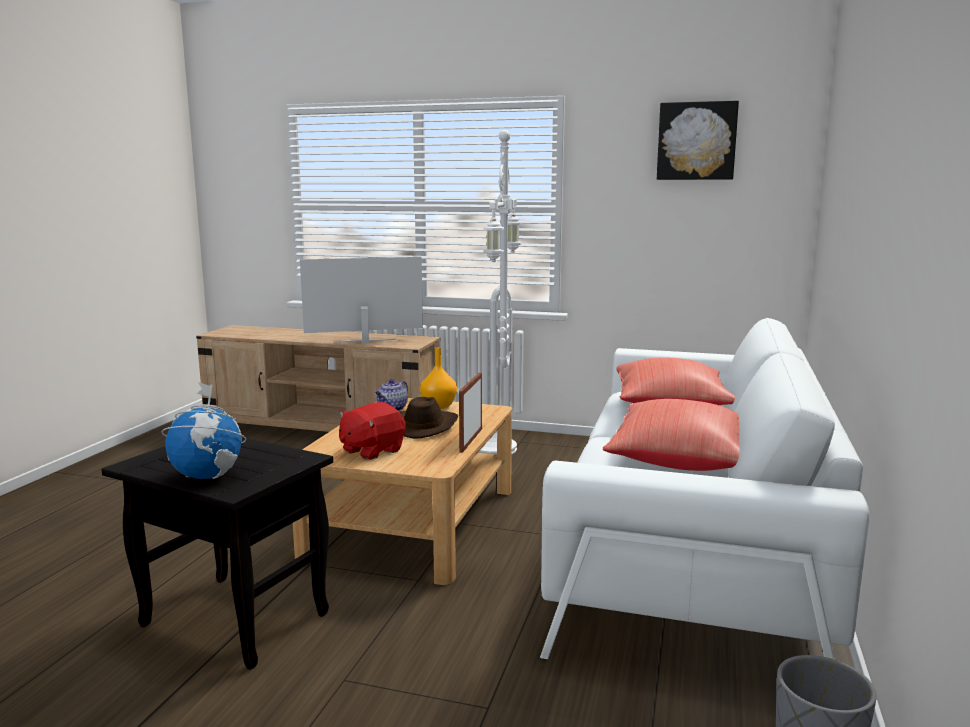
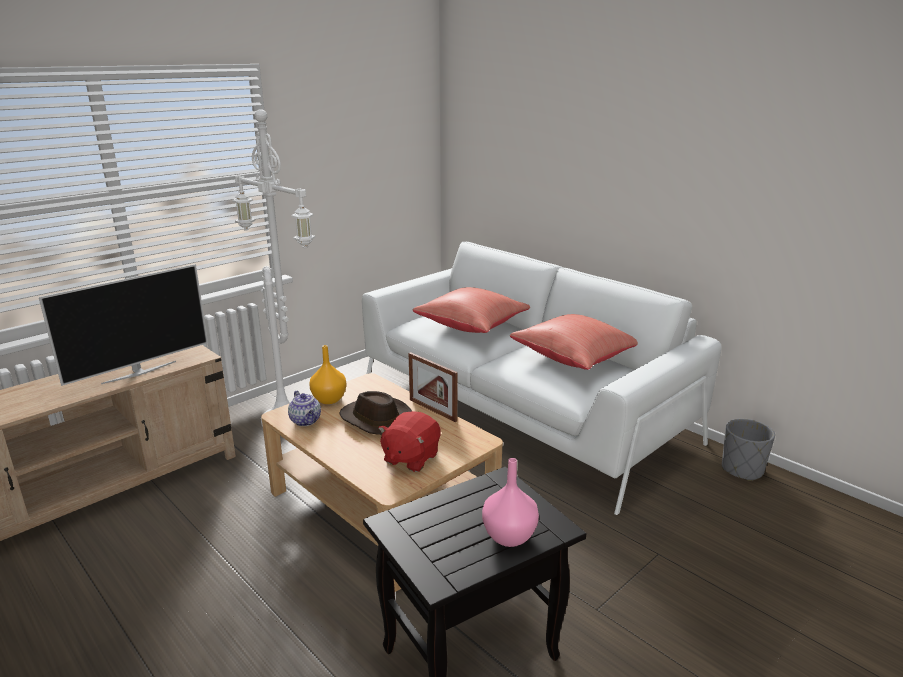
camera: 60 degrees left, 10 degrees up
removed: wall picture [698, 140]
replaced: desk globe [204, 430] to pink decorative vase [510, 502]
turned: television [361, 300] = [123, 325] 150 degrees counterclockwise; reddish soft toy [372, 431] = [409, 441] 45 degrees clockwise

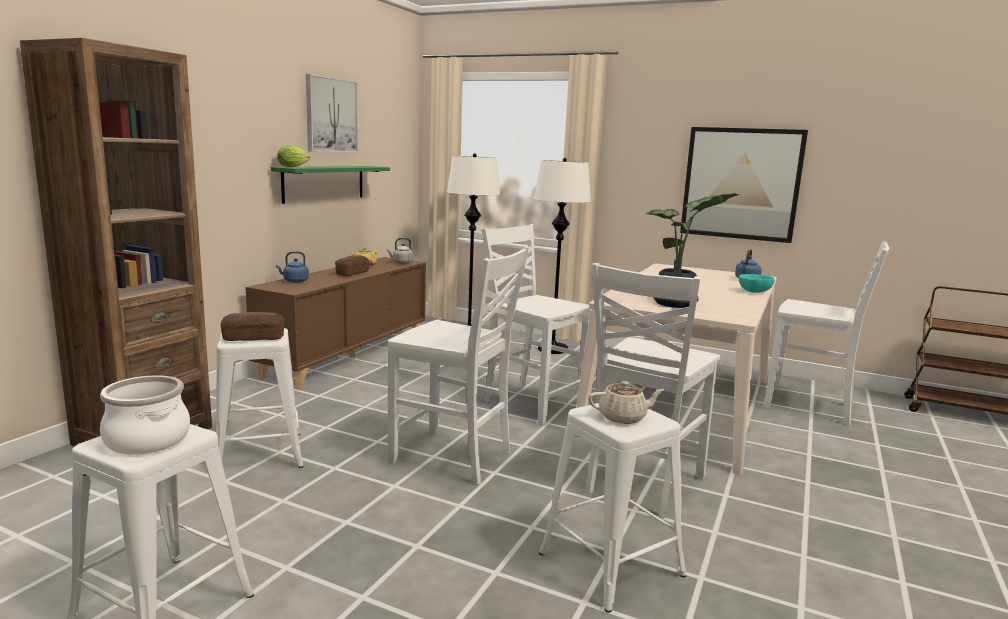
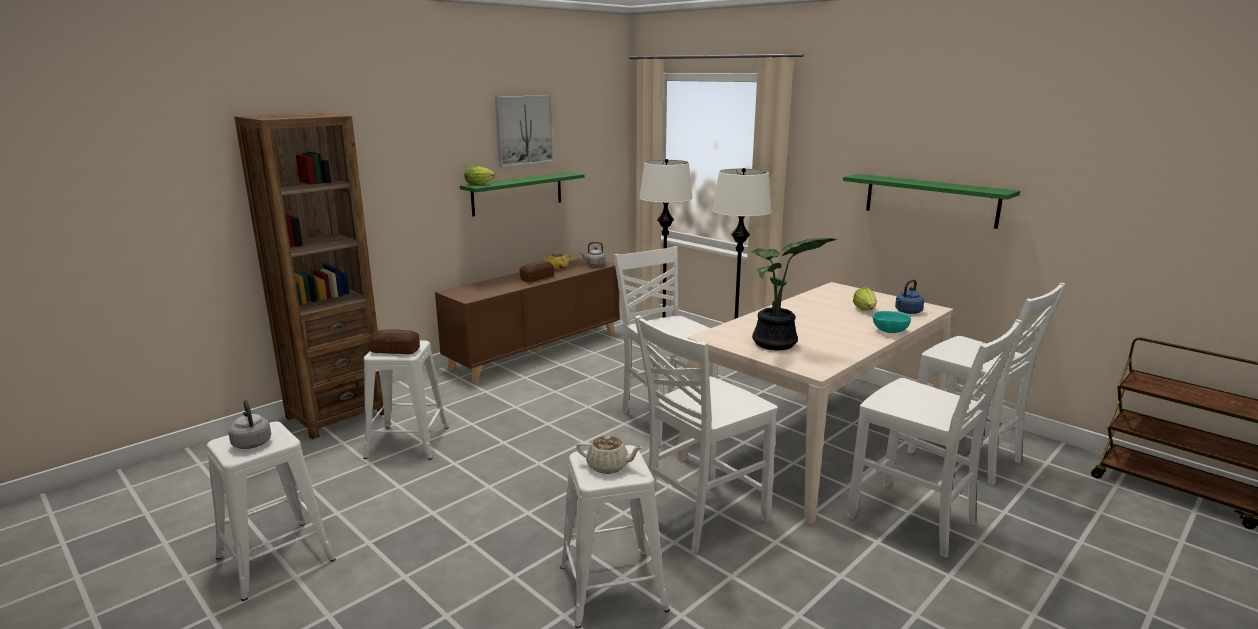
camera: 20 degrees right, 5 degrees up
removed: bluish tea kettle [292, 267]
added: head of lettuce [865, 299]
moved: whitish plain chair [458, 366] to [934, 438]
replaced: wall picture [744, 185] to greenish shelf [931, 201]; stockpot [145, 415] to grey tea kettle [249, 424]

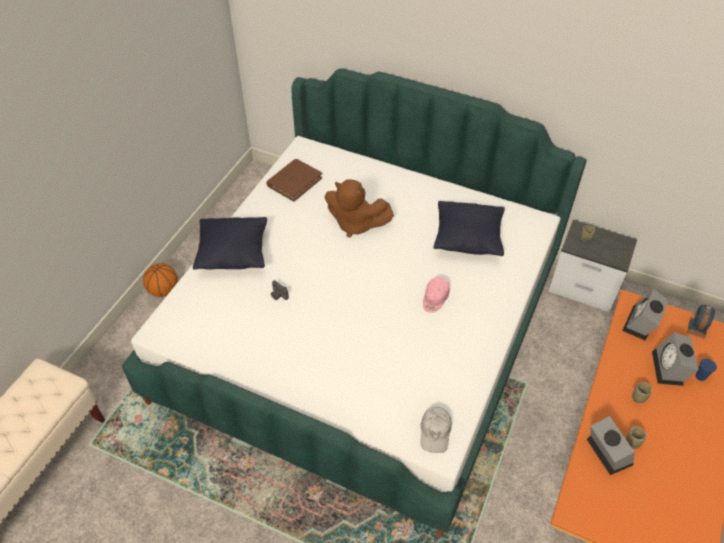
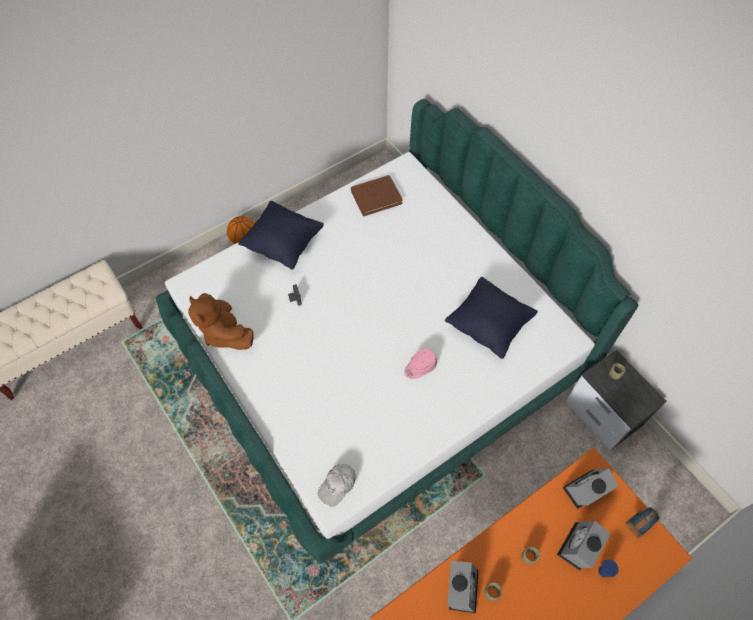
camera: 30 degrees right, 10 degrees up
moved: brownish soft toy [359, 208] to [221, 321]

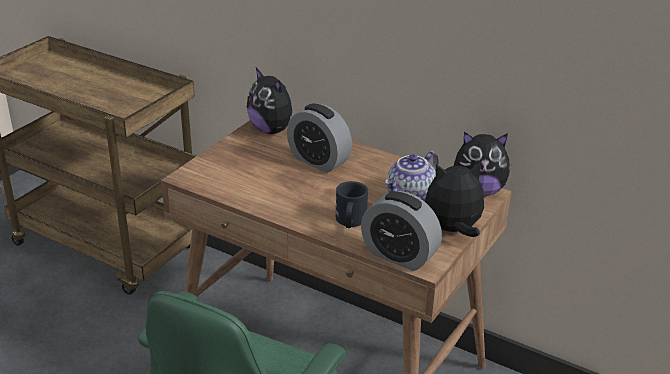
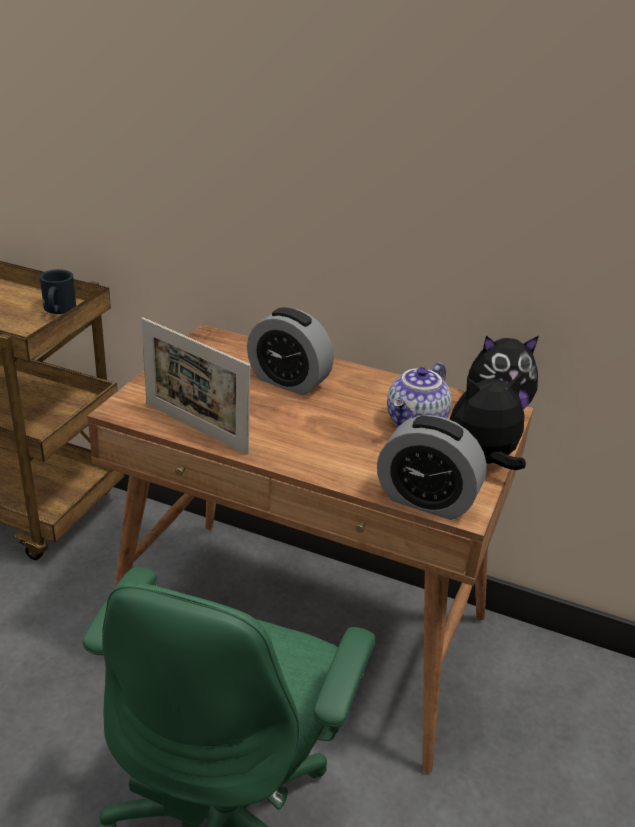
camera: 10 degrees left, 0 degrees up
removed: soft toy [269, 101]
added: picture frame [195, 386]
moved: black-coloured mug [352, 204] to [58, 291]

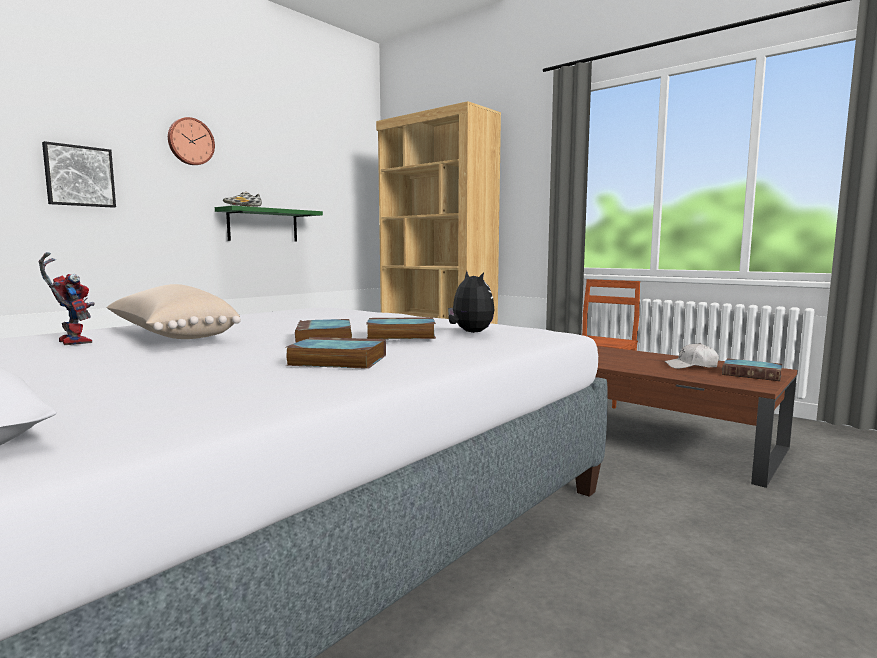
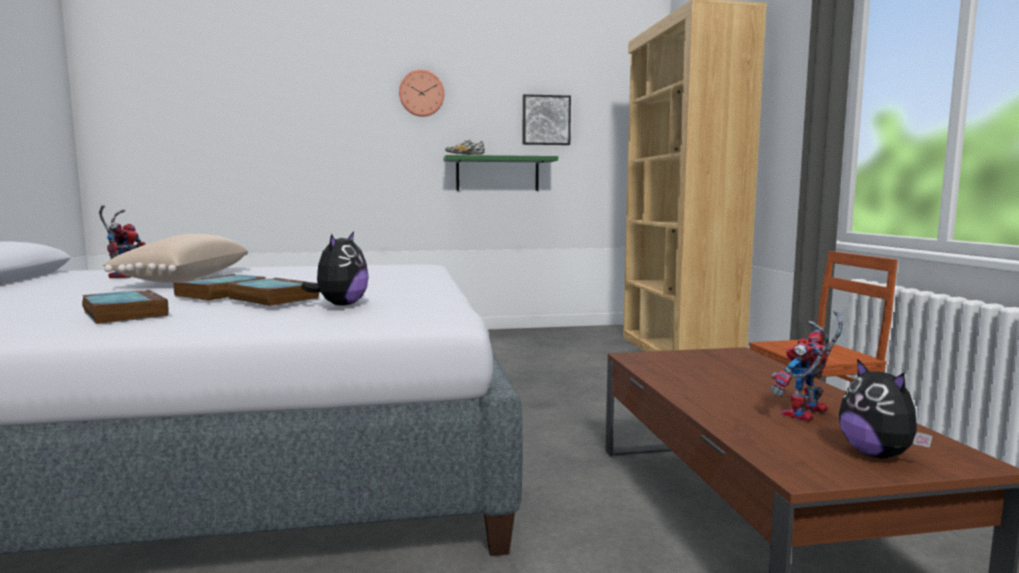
camera: 40 degrees right, 0 degrees up
moved: wall picture [79, 174] to [547, 119]
replaced: whitish cap [692, 356] to toy robot [807, 366]; bound book [752, 369] to soft toy [886, 408]

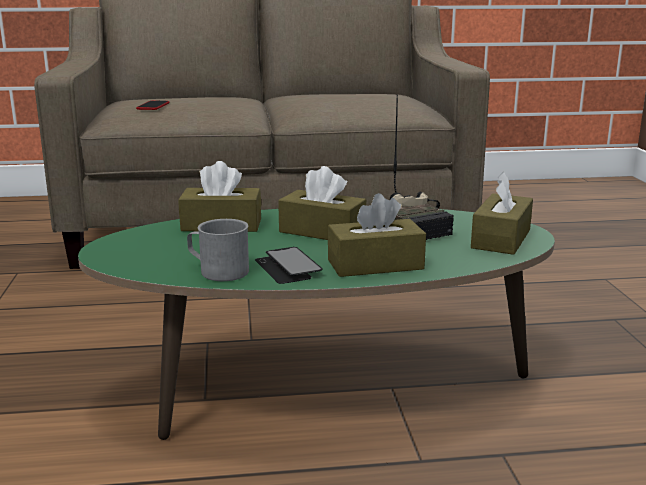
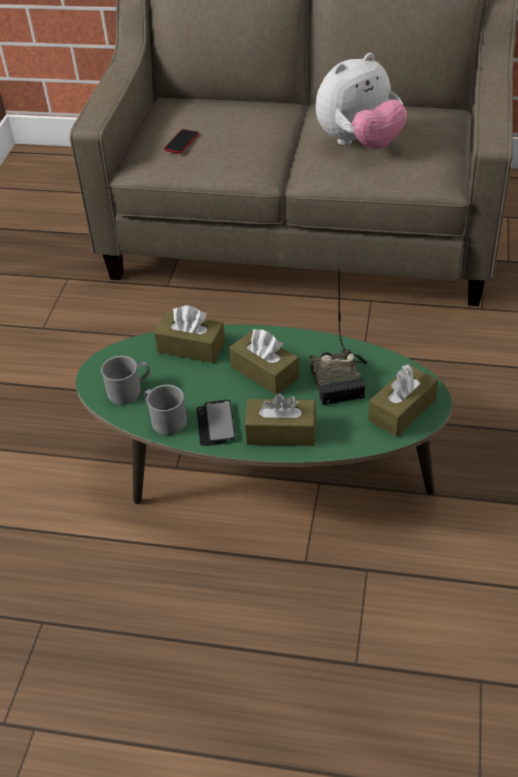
camera: 20 degrees right, 25 degrees up
added: soft toy [361, 101]; grey mug [125, 380]

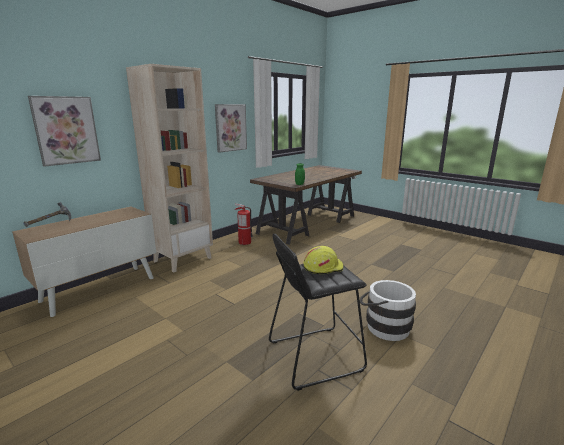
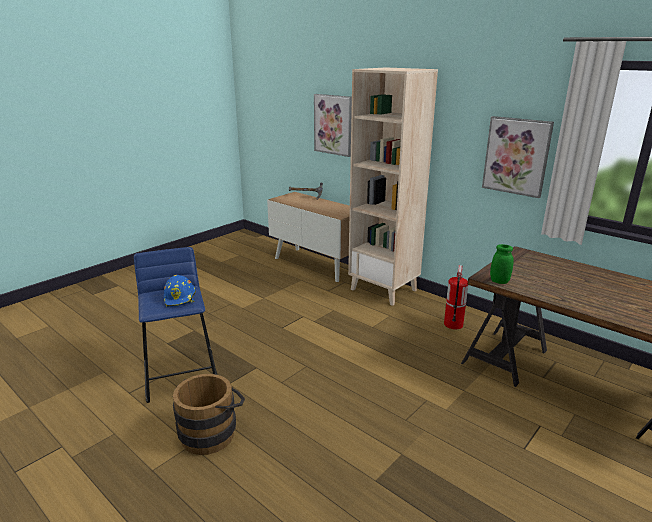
camera: 90 degrees right, 5 degrees up
recoloured: black-coloured stool seat [318, 312] to bluish stool seat [176, 325]; yellow-coloured hard hat [323, 260] to bluish hard hat [180, 291]; whitish water bucket [388, 310] to brownish water bucket [209, 414]

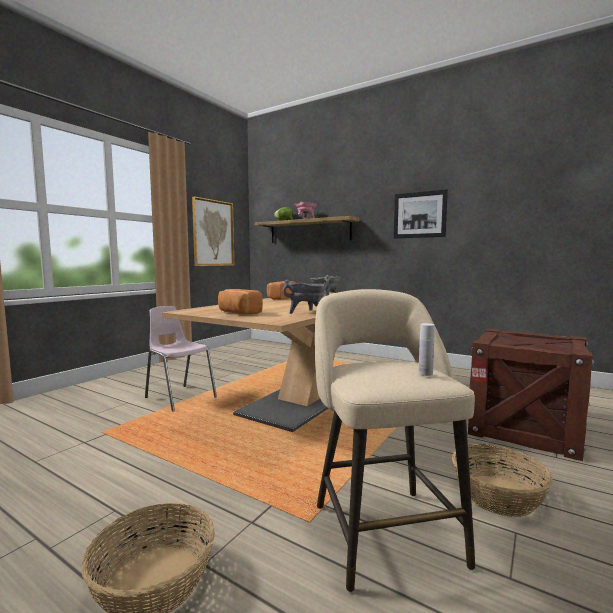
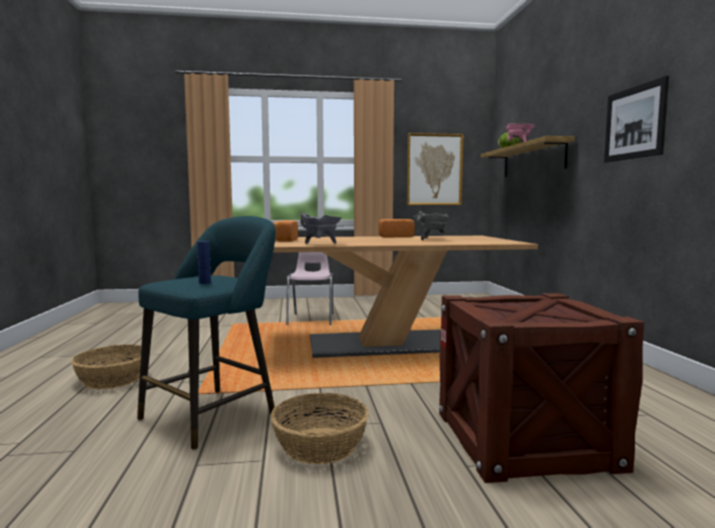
camera: 50 degrees right, 0 degrees up
recoloured: sand-coloured stool seat [395, 441] to turquoise-coloured stool seat [206, 333]; whitish drink bottle [427, 349] to bluish drink bottle [204, 262]

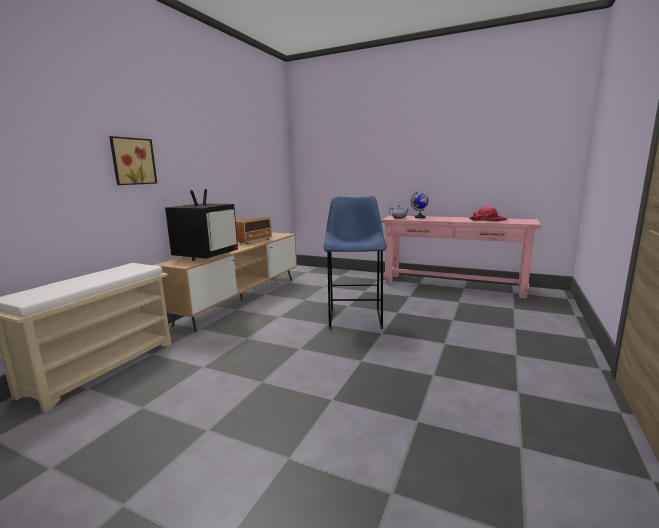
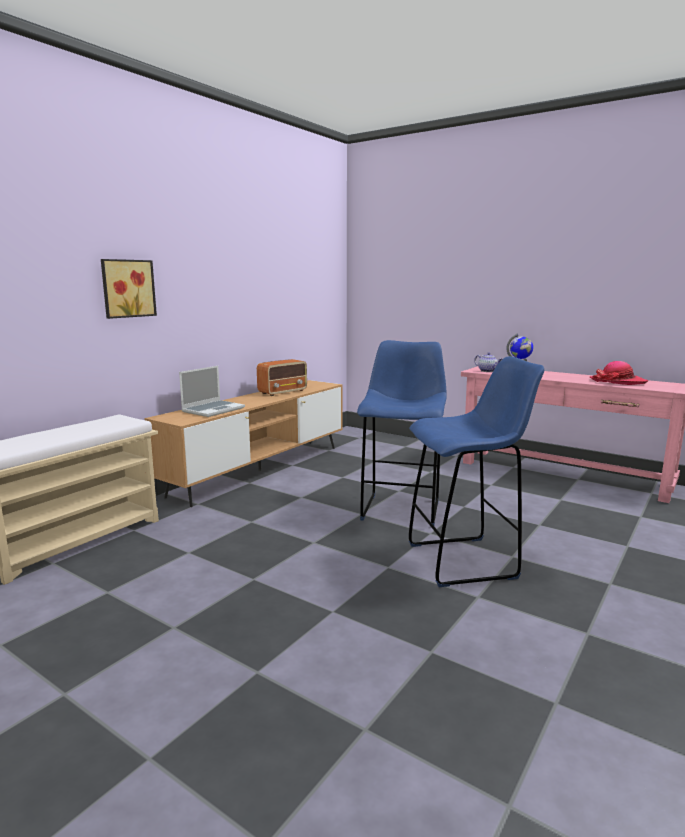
camera: 10 degrees right, 0 degrees up
added: bluish stool seat [476, 471]
replaced: television [201, 225] to laptop [212, 391]

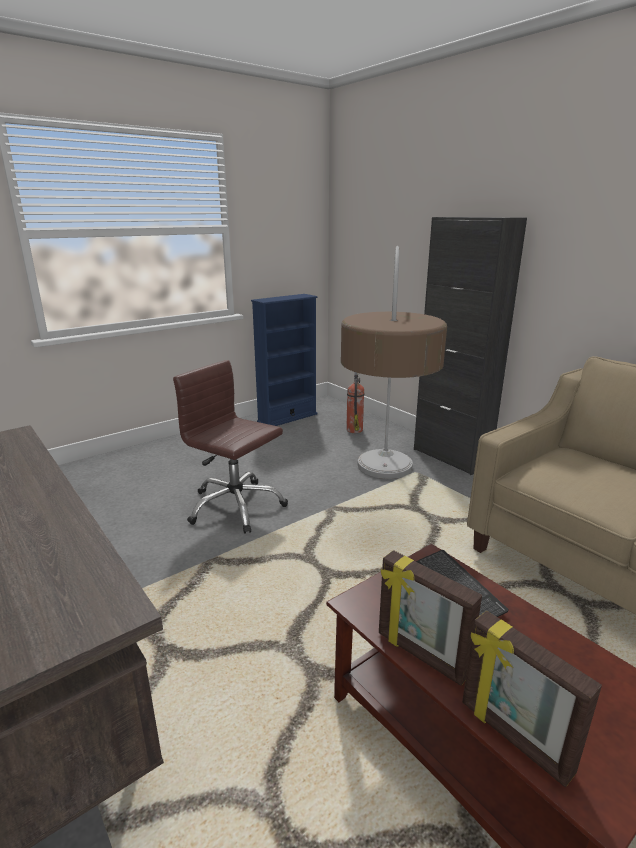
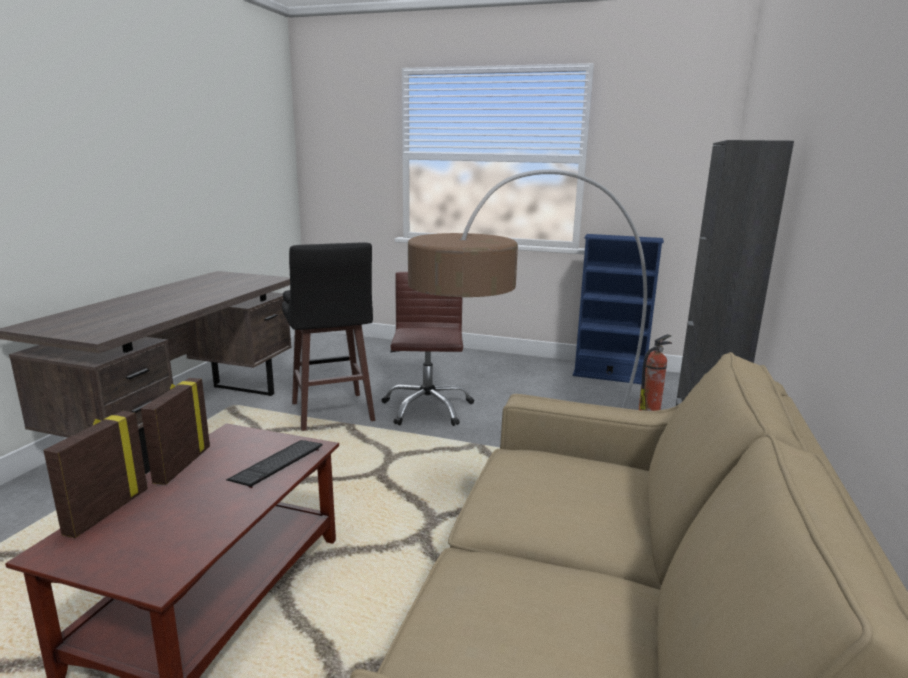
camera: 55 degrees right, 5 degrees down
added: black-coloured stool seat [328, 336]

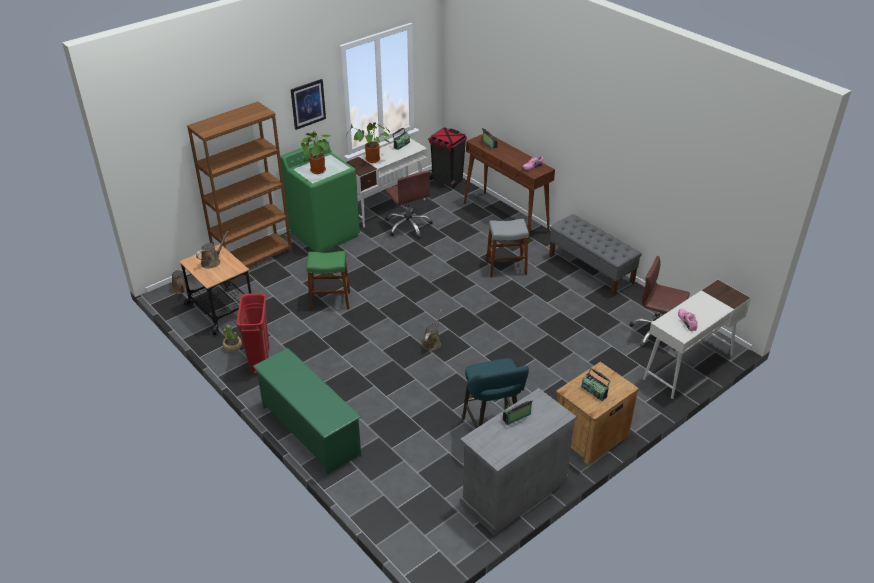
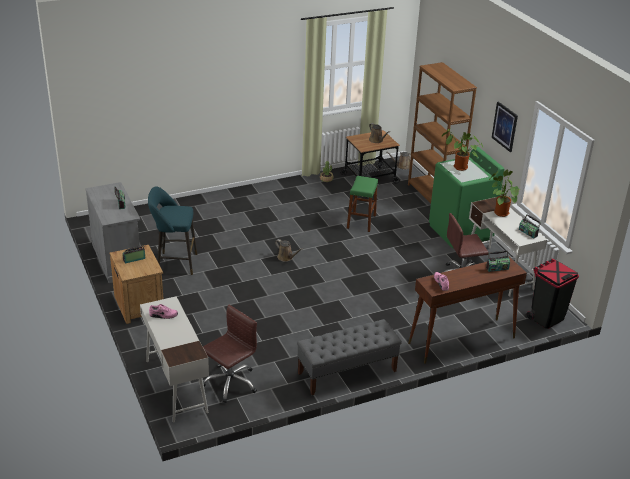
camera: 105 degrees right, 5 degrees down
removed: grey stool seat [507, 248]; reddish waste bin [253, 333]; greenish shoe stand [307, 411]

